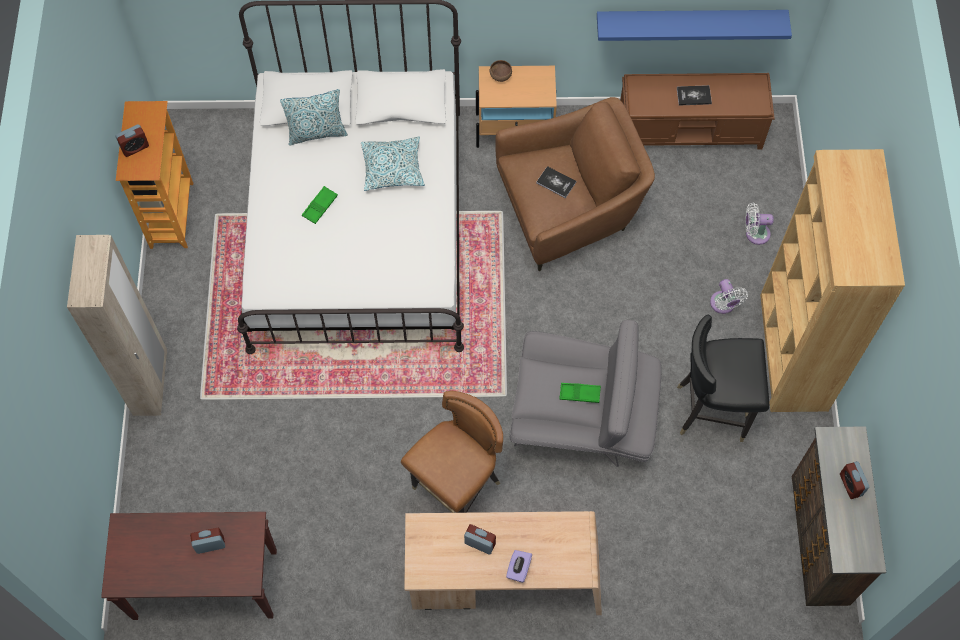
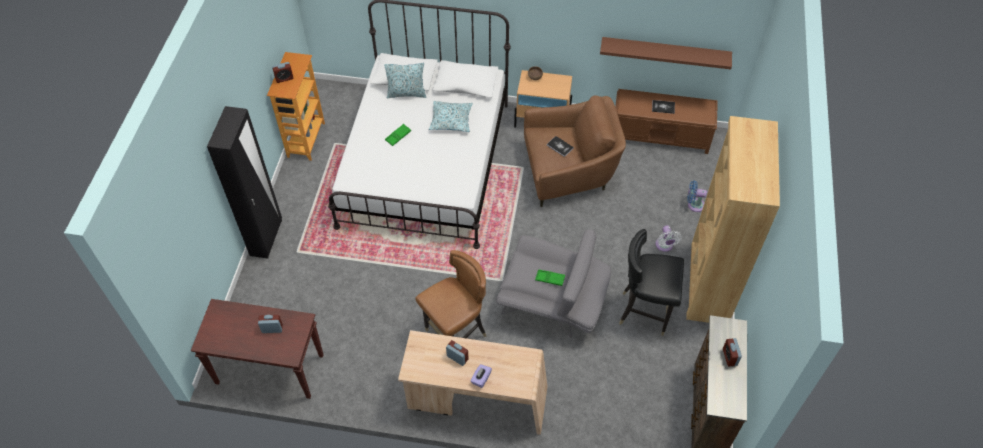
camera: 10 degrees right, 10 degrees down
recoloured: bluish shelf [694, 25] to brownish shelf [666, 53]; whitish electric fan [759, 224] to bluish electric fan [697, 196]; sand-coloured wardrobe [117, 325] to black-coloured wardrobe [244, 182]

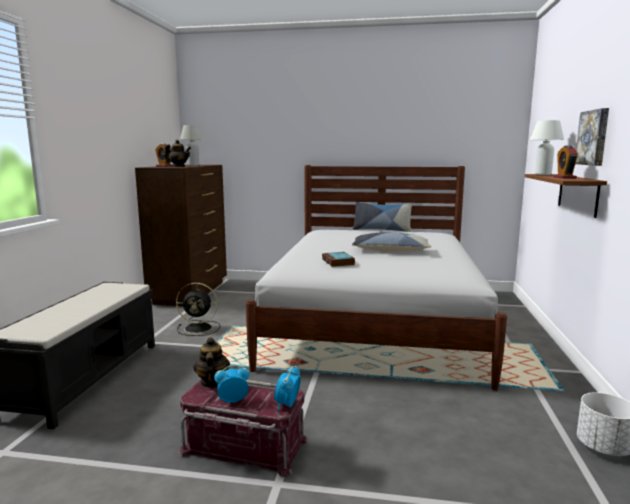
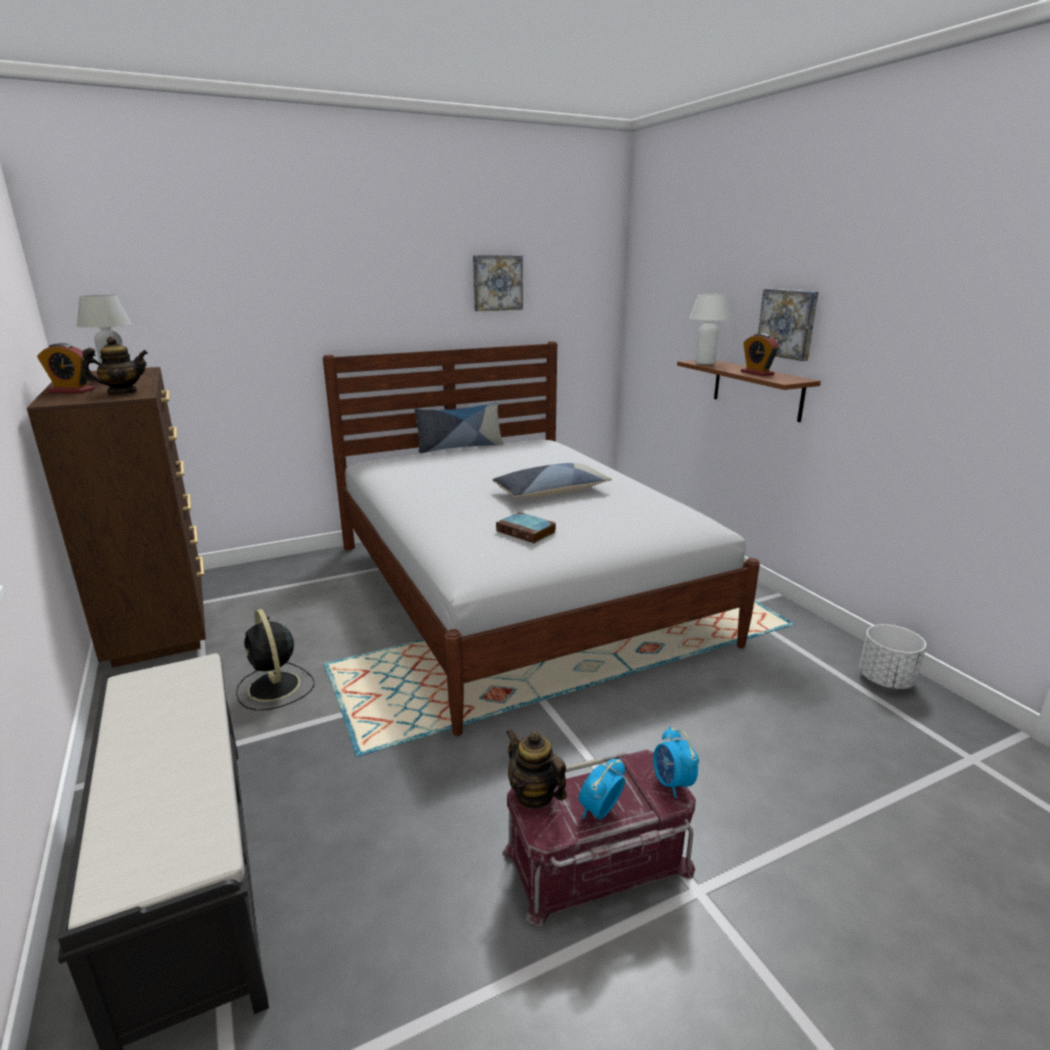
camera: 35 degrees left, 10 degrees up
added: wall picture [498, 283]
turned: black-coloured electric fan [198, 309] = [275, 660] 90 degrees clockwise

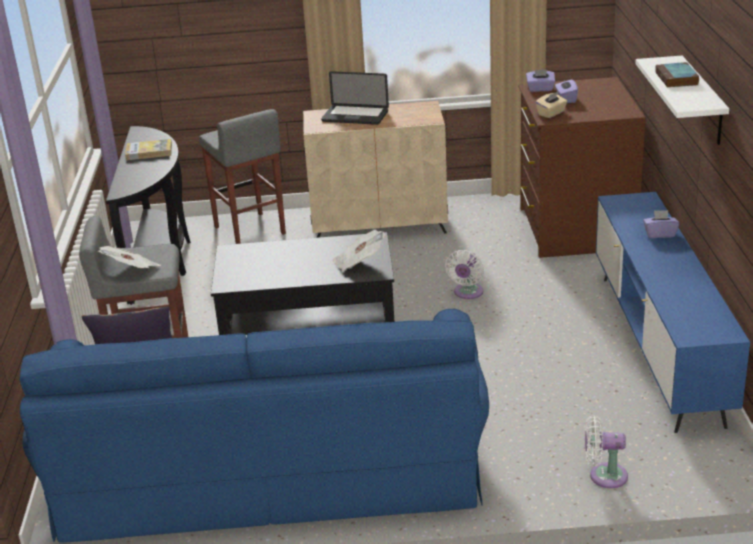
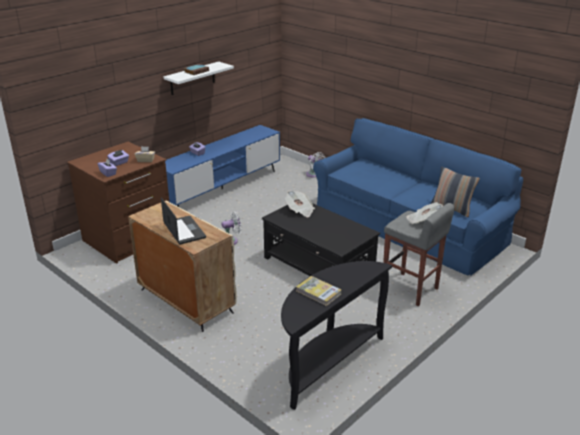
camera: 135 degrees left, 0 degrees up
removed: grey stool seat [242, 176]

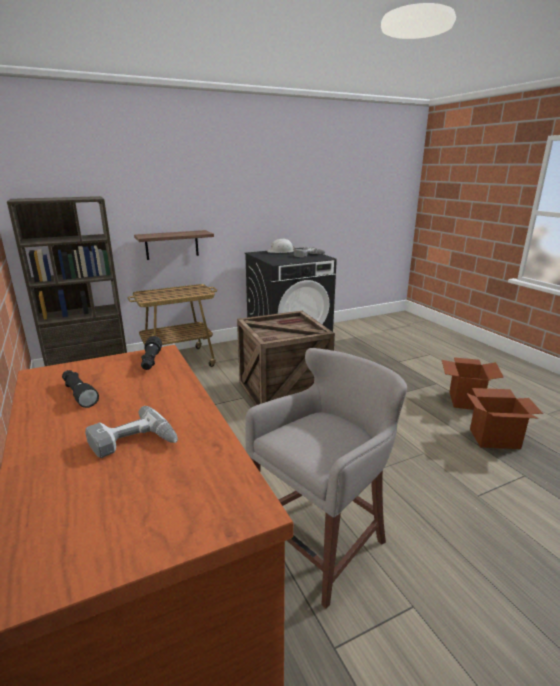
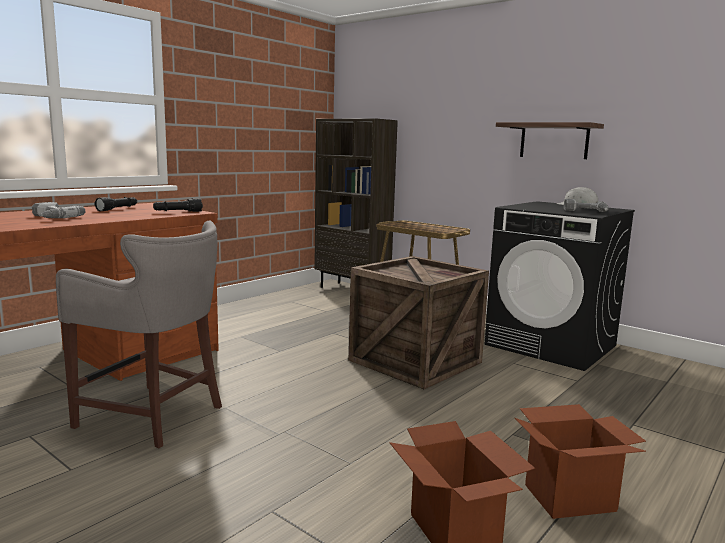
camera: 65 degrees right, 10 degrees down
moved: shelf [174, 245] to [550, 140]

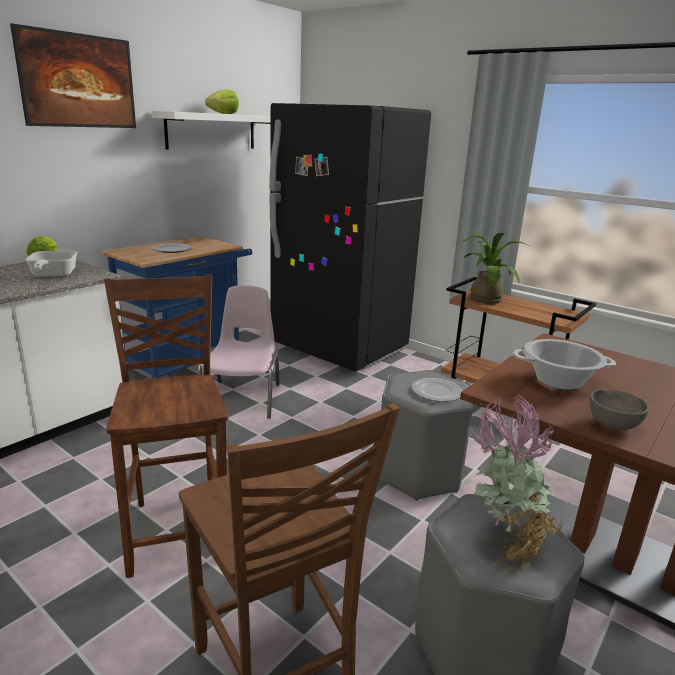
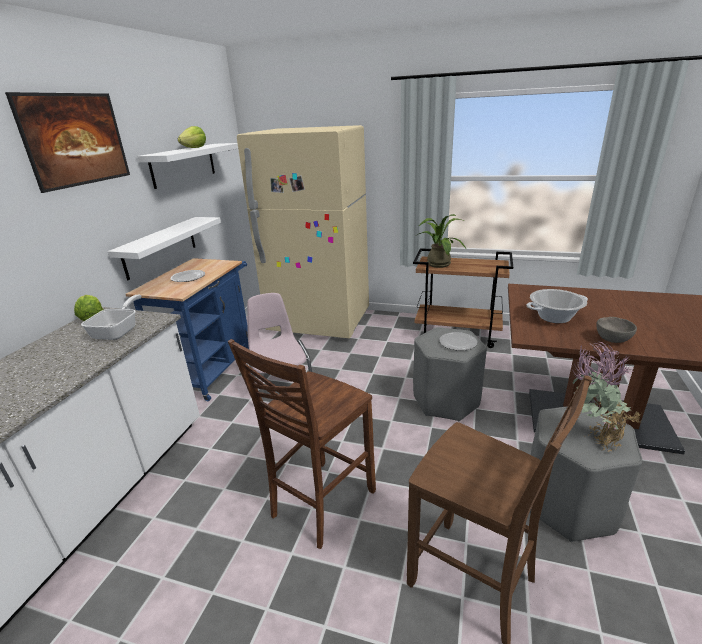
camera: 20 degrees left, 5 degrees up
added: whitish shelf [164, 248]
recoloured: black-coloured refrigerator [350, 237] to sand-coloured refrigerator [303, 232]
turned: frying pan [51, 264] = [111, 317] 135 degrees counterclockwise; brownish plain chair [166, 426] = [302, 444] 105 degrees counterclockwise

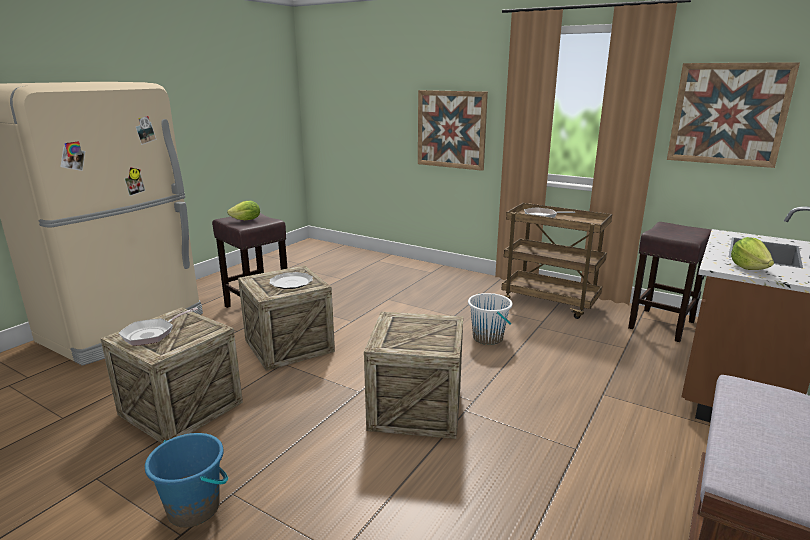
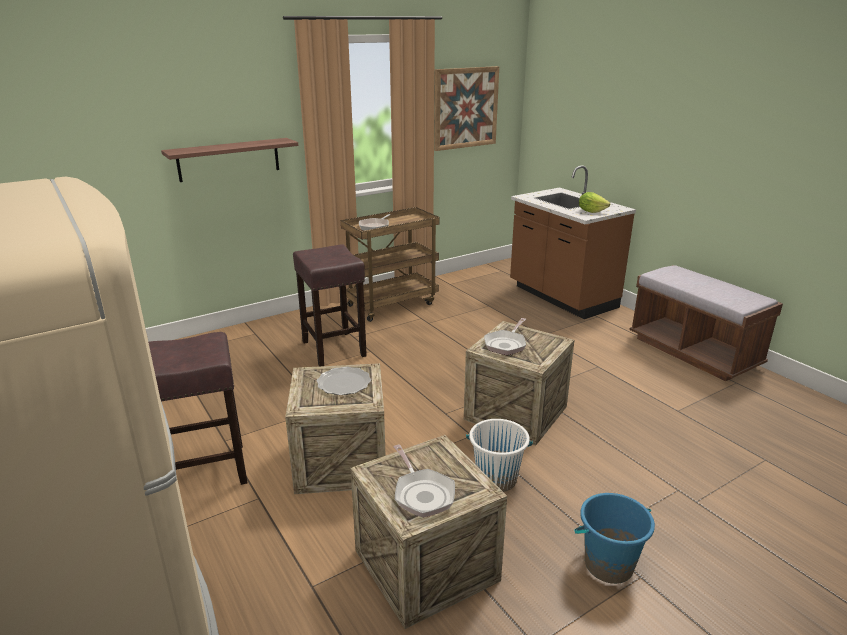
camera: 65 degrees left, 5 degrees up
removed: head of lettuce [243, 210]
added: frying pan [505, 336]
moved: brownish stool seat [669, 282] to [330, 305]; whitish water bucket [490, 319] to [499, 455]
replaced: wall picture [453, 130] to shelf [229, 160]

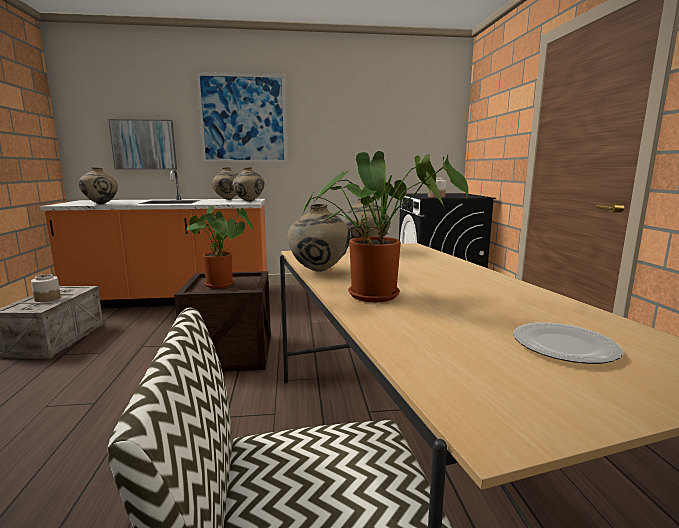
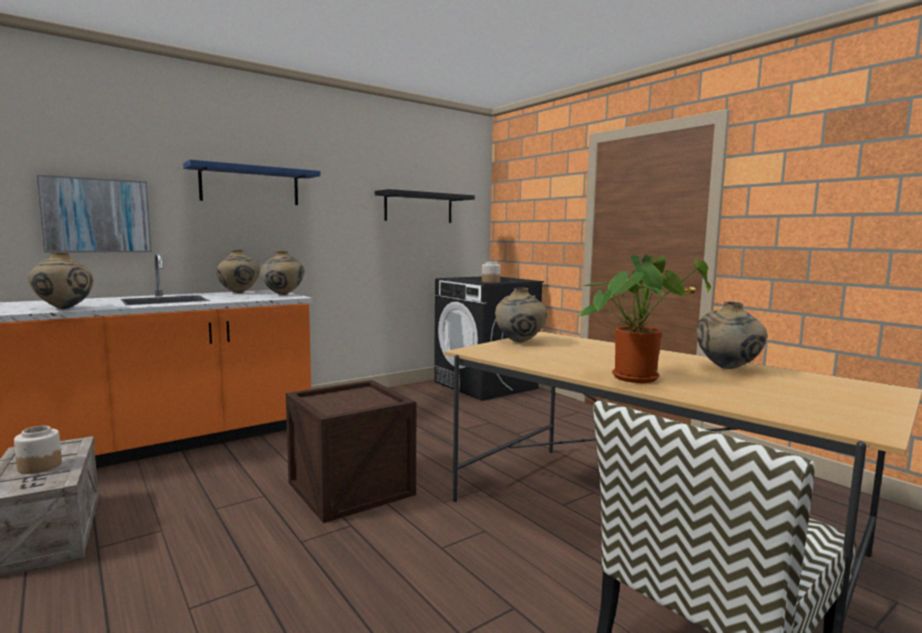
camera: 30 degrees left, 5 degrees down
removed: houseplant [219, 247]; dinner plate [568, 343]
added: black-coloured shelf [425, 206]
moved: sand-coloured decorative vase [319, 238] to [731, 335]
replaced: wall picture [241, 117] to bluish shelf [252, 182]

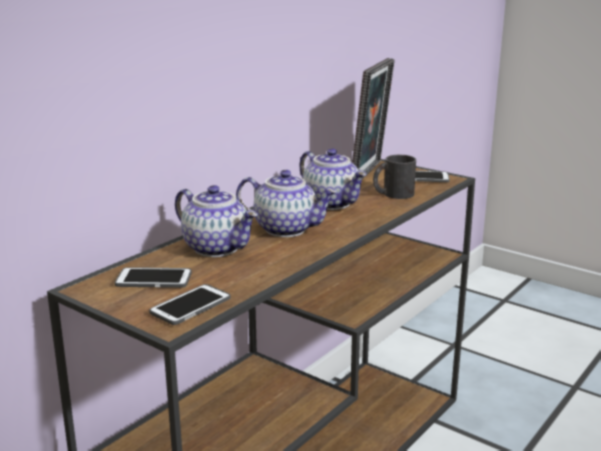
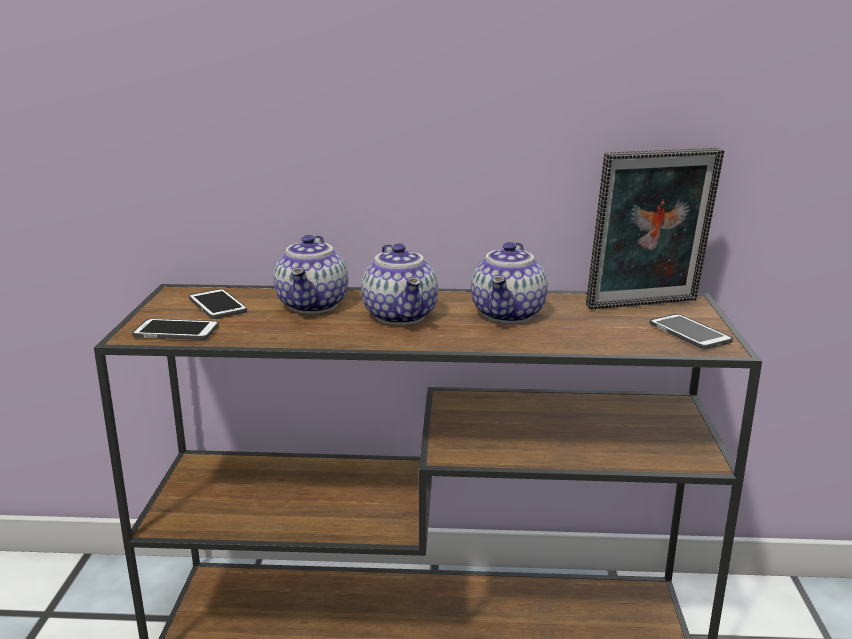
camera: 55 degrees right, 0 degrees up
removed: black-coloured mug [394, 177]

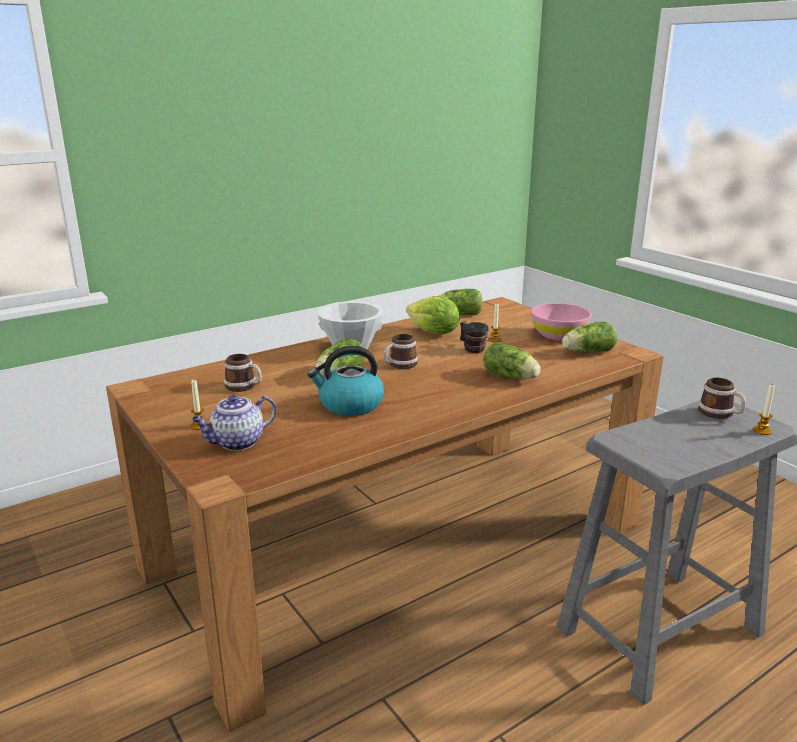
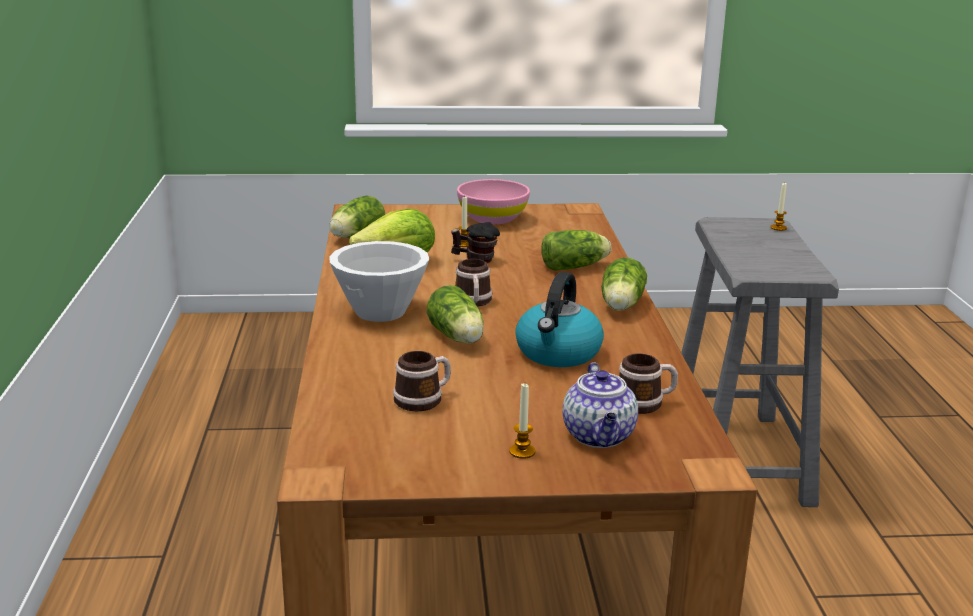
camera: 60 degrees left, 0 degrees up
moved: head of lettuce [589, 337] to [624, 284]; mug [722, 398] to [648, 383]

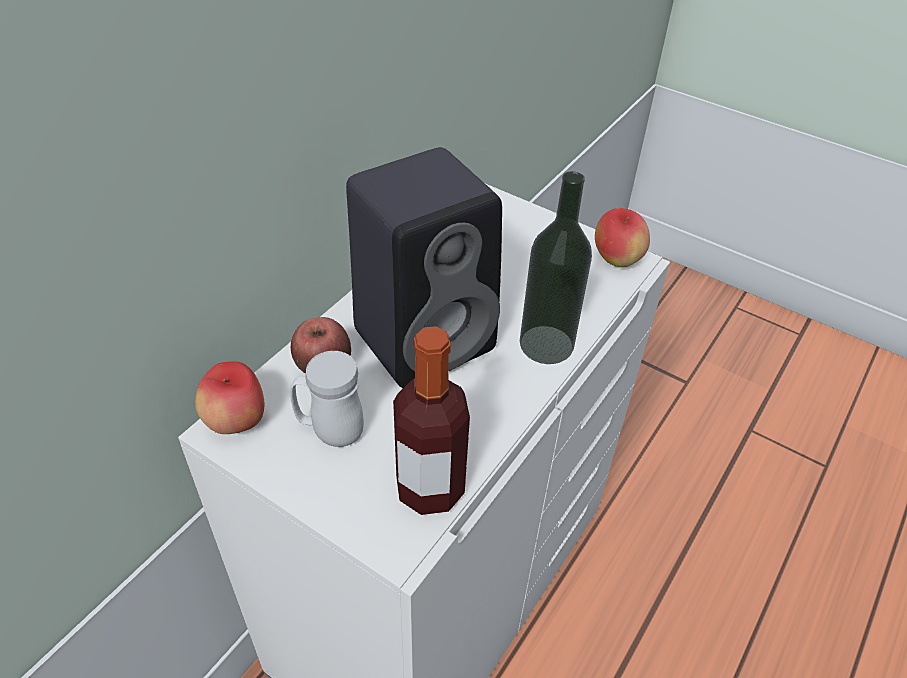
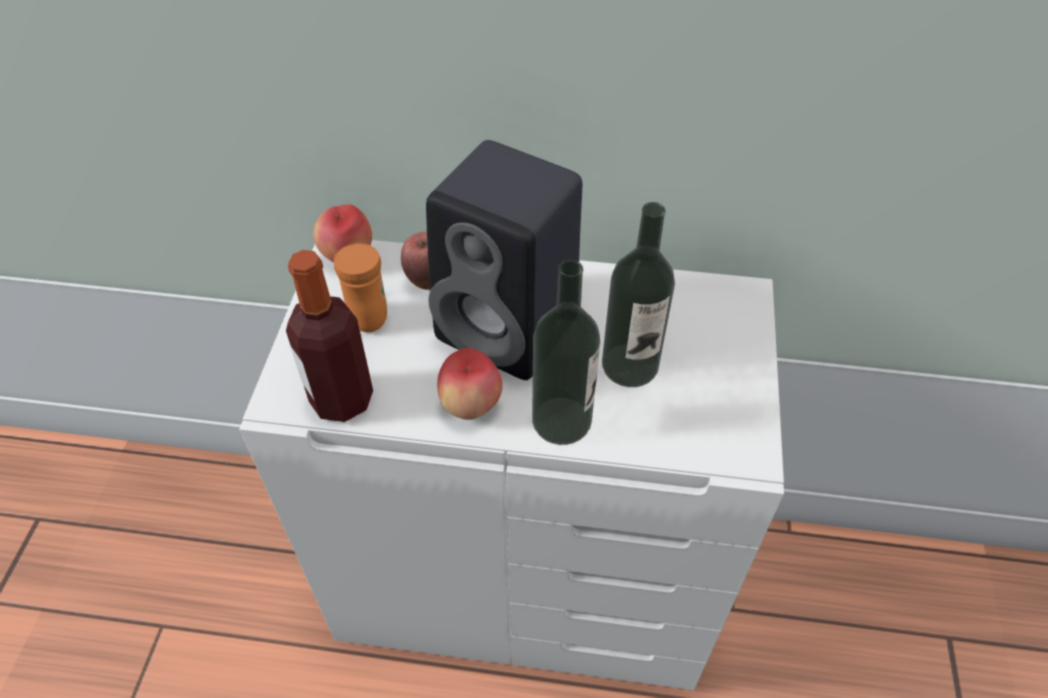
camera: 65 degrees right, 5 degrees up
added: drink bottle [638, 294]
moved: whole apple [622, 237] to [470, 384]
recoloured: whitish mug [327, 399] to orange-coloured mug [360, 287]

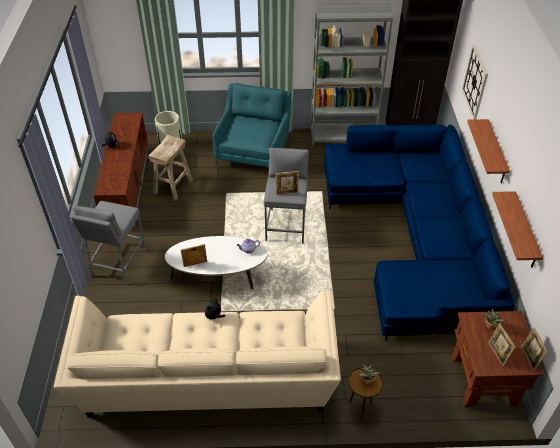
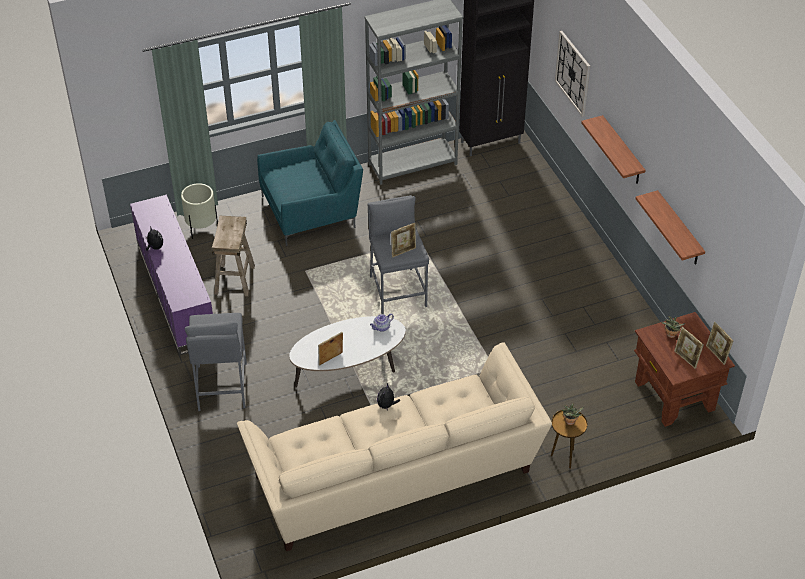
camera: 20 degrees left, 0 degrees up
removed: bluish couch [419, 232]
recoloured: brownish tv stand [121, 171] to purple-coloured tv stand [171, 274]
turned: turquoise-coloured easy chair [252, 125] = [310, 183] 75 degrees clockwise

